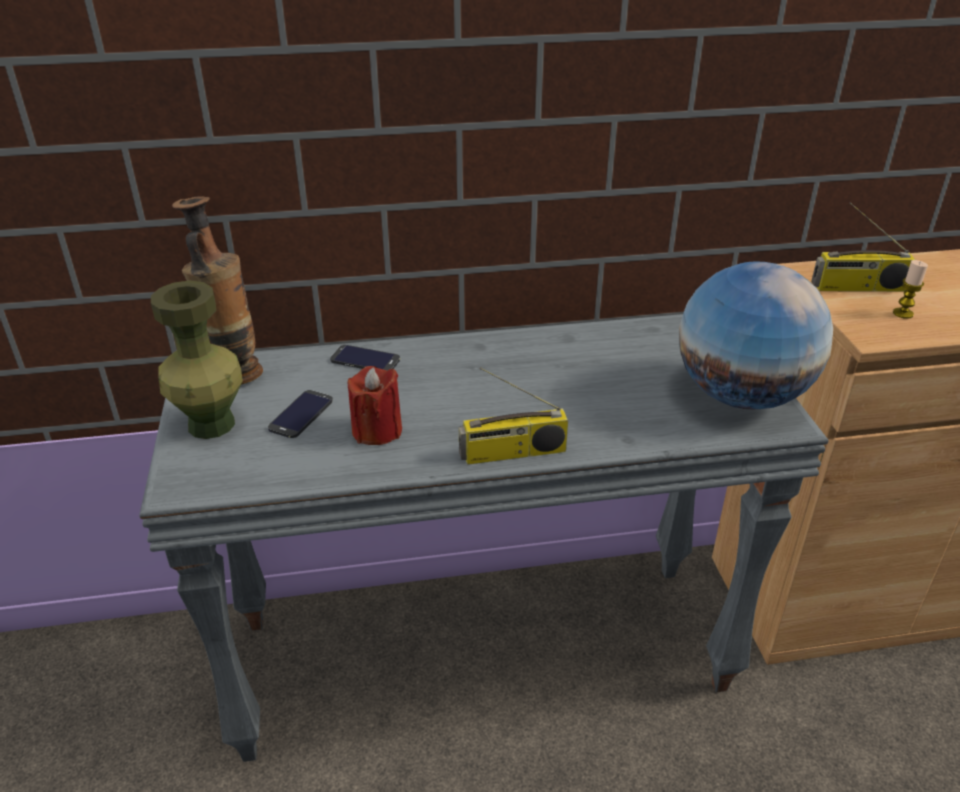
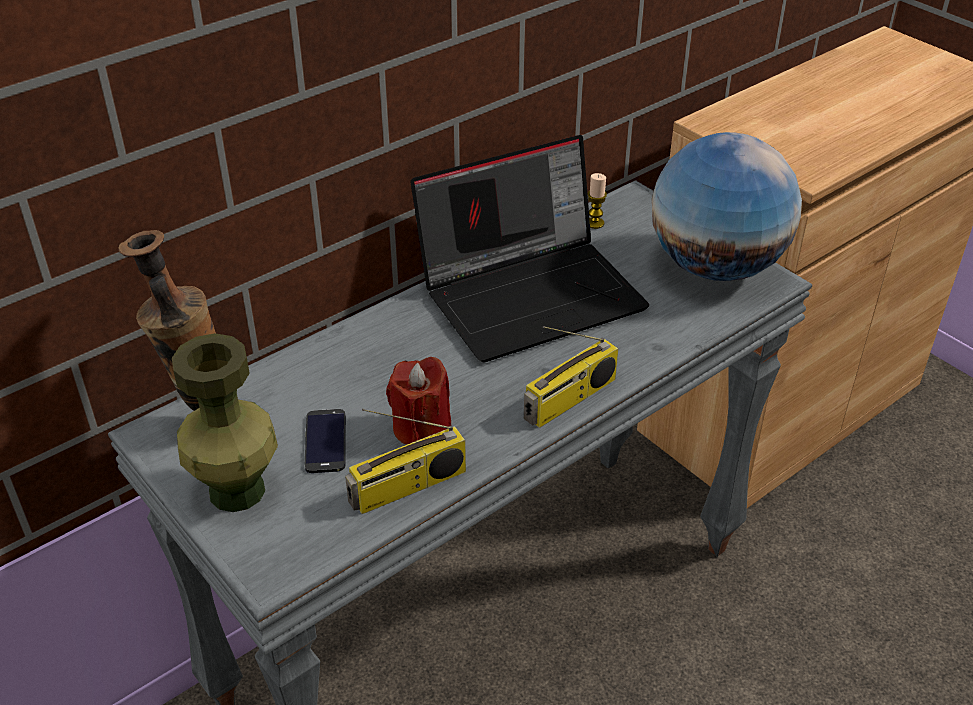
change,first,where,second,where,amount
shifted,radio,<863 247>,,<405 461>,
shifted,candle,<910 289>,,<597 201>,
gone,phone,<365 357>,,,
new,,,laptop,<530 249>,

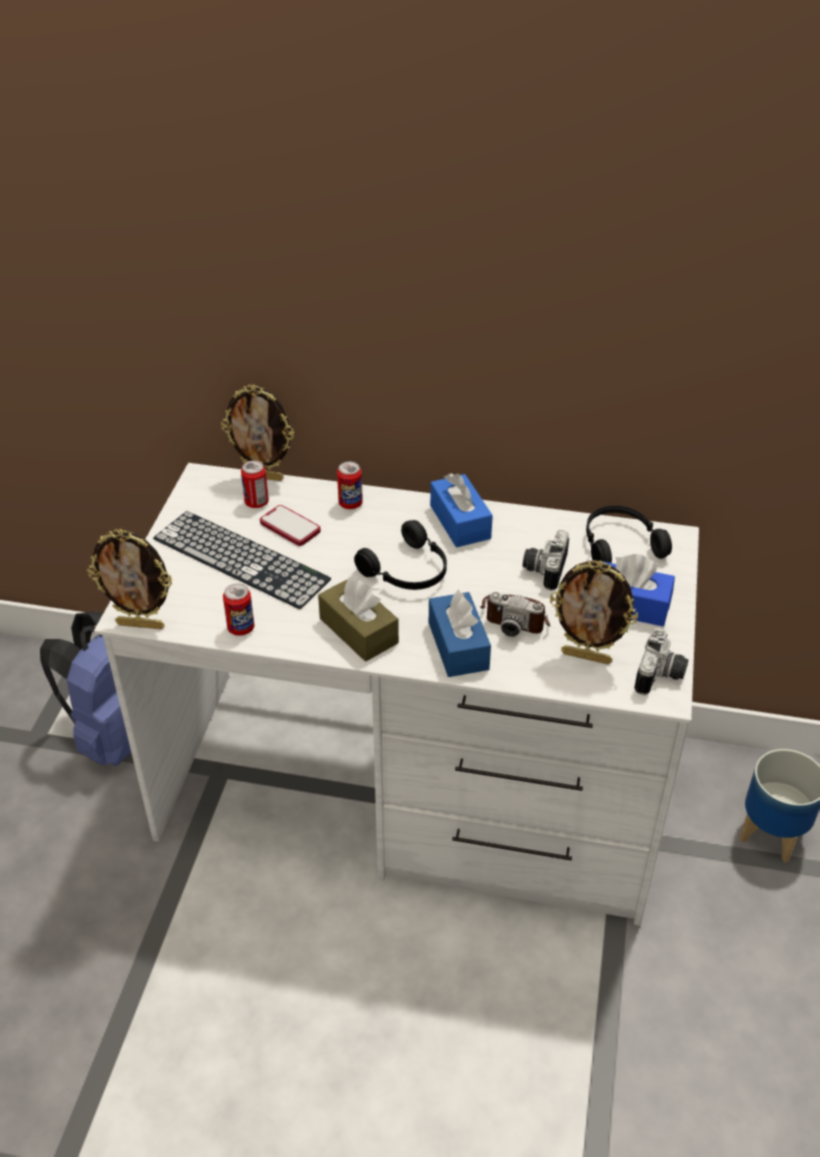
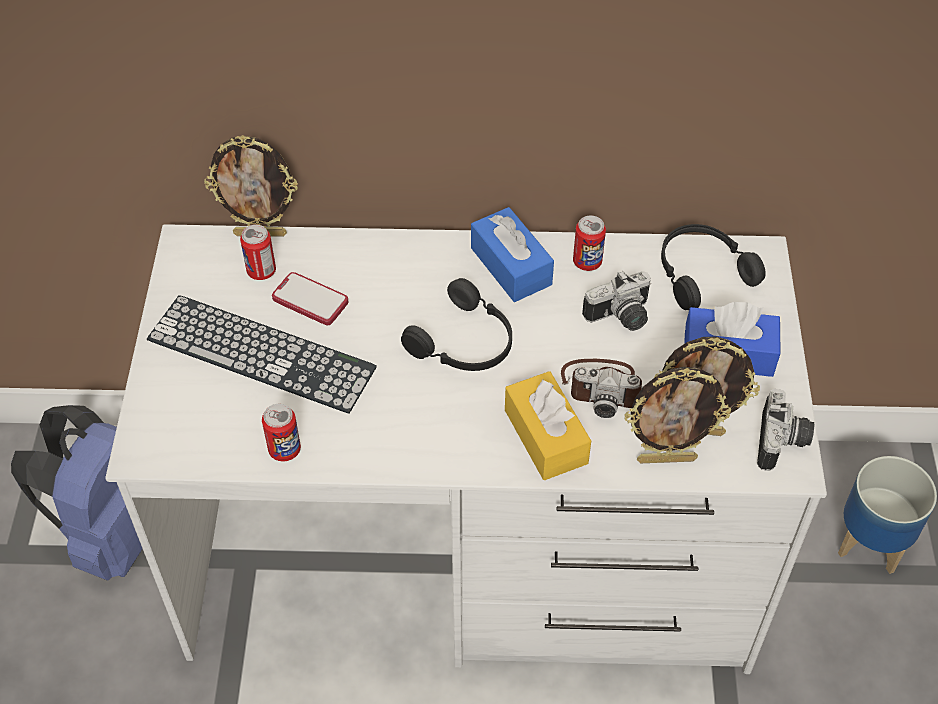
change,first,where,second,where,amount
shifted,can,<350 485>,,<589 243>,
shifted,picture frame,<129 579>,,<677 415>,
rotated,photo camera,<546 560>,,<616 301>,120 degrees counterclockwise
gone,tissue box (brown),<358 618>,,,
repainted,tissue box (blue),<460 633>,tissue box (yellow),<548 425>,

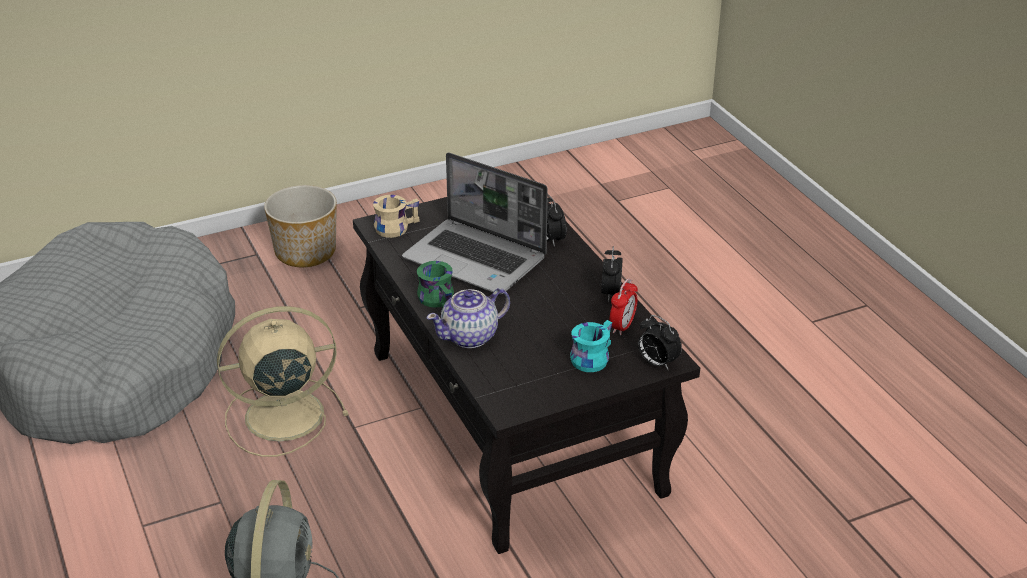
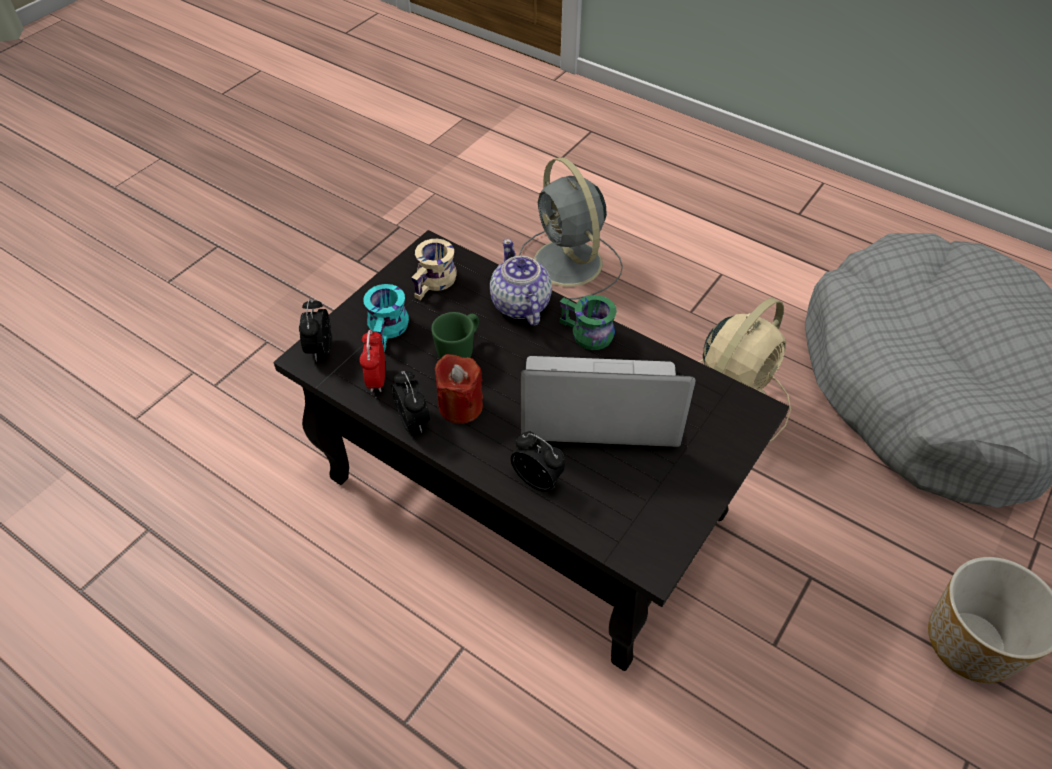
change,first,where,second,where,amount
shifted,mug (beige),<396 216>,,<434 269>,
rotated,teapot,<468 318>,,<521 282>,45 degrees counterclockwise
rotated,alarm clock,<660 342>,,<315 330>,105 degrees counterclockwise
new,,,mug (green),<455 335>,
new,,,candle (red),<458 389>,

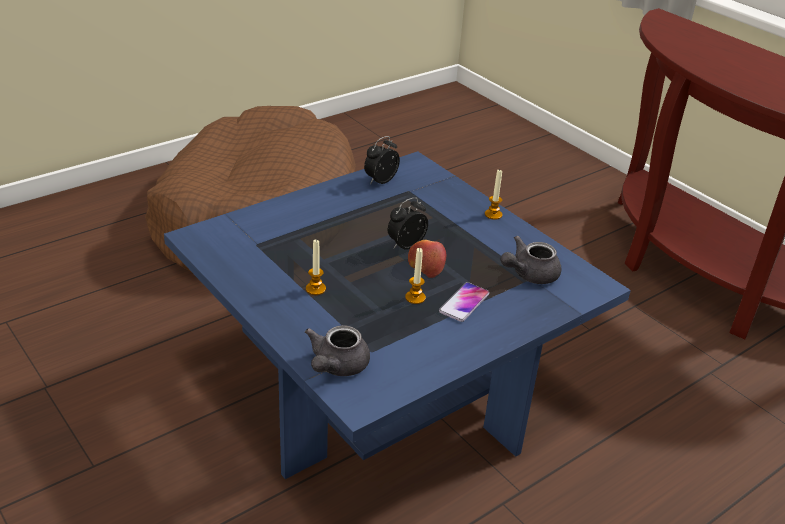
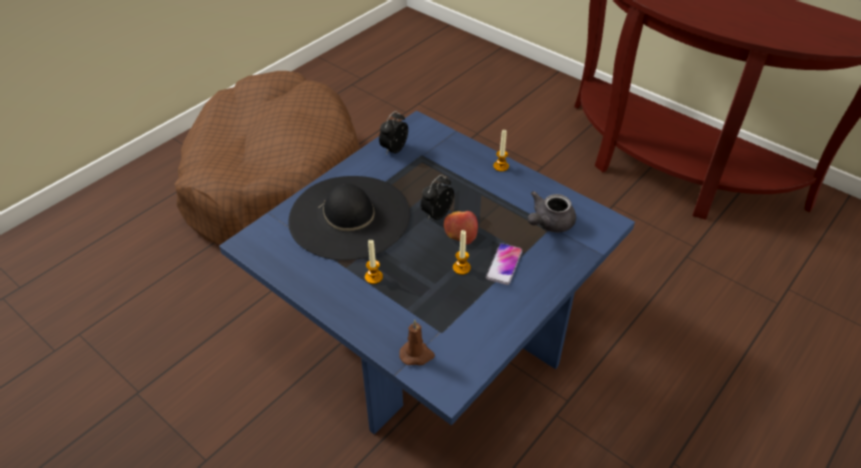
change,first,where,second,where,amount
swapped,teapot (grey),<337 350>,candle (brown),<417 342>,
new,,,hat (black),<349 218>,

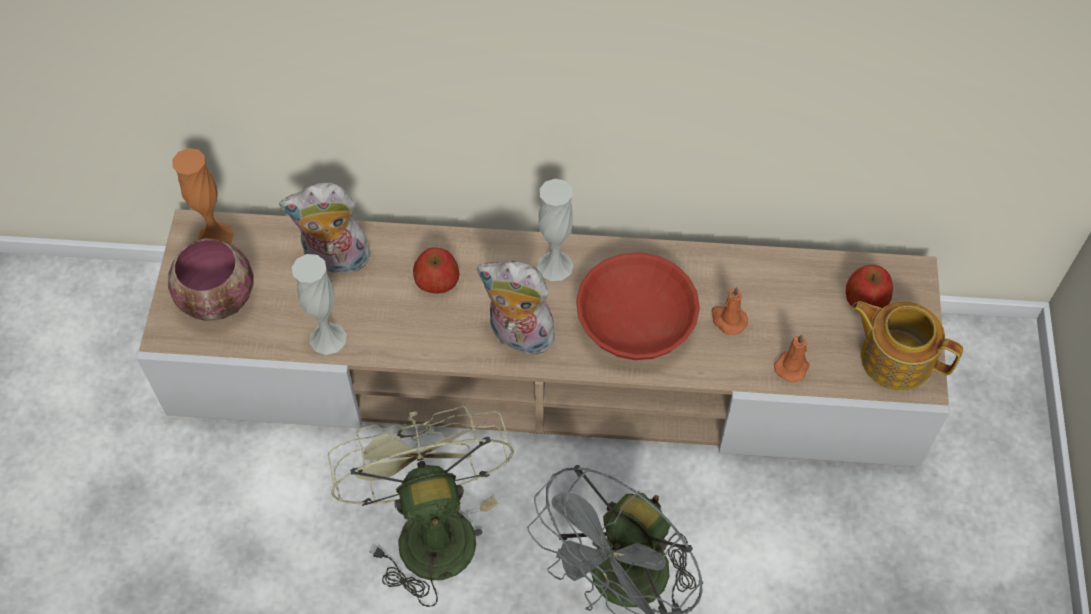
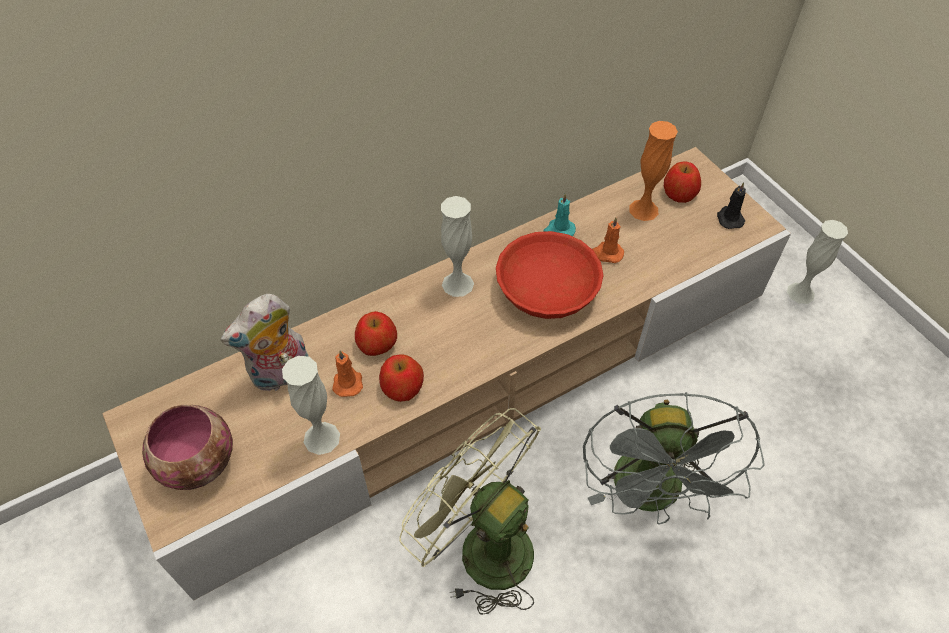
change,first,where,second,where,amount
shifted,vase (orange),<203 196>,,<653 171>,
gone,plush toy,<518 309>,,,
swapped,teapot,<907 345>,candle (black),<731 205>,
shifted,candle (orange),<792 358>,,<347 373>,
new,,,candle (turquoise),<559 214>,
new,,,vase (white),<817 262>,
new,,,apple,<401 378>,

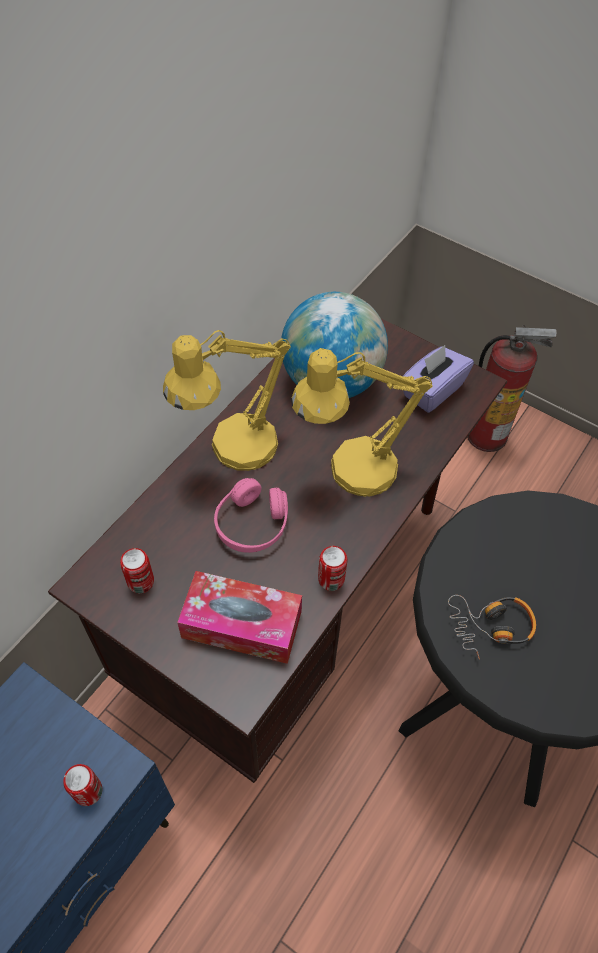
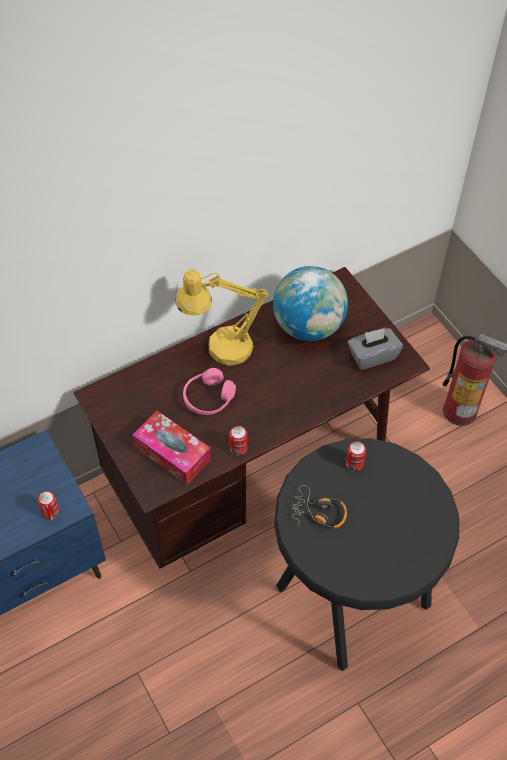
change,first,where,second,where,amount
repainted,tissue box (purple),<438 379>,tissue box (grey),<375 349>,
gone,table lamp (yellow),<362 422>,,,
shifted,can,<137 570>,,<356 456>,

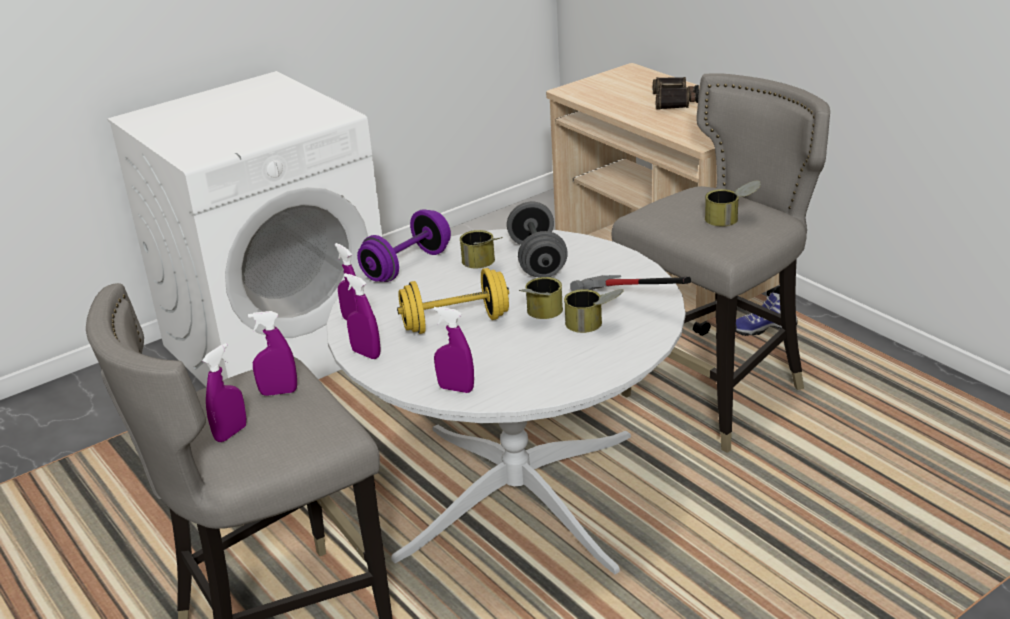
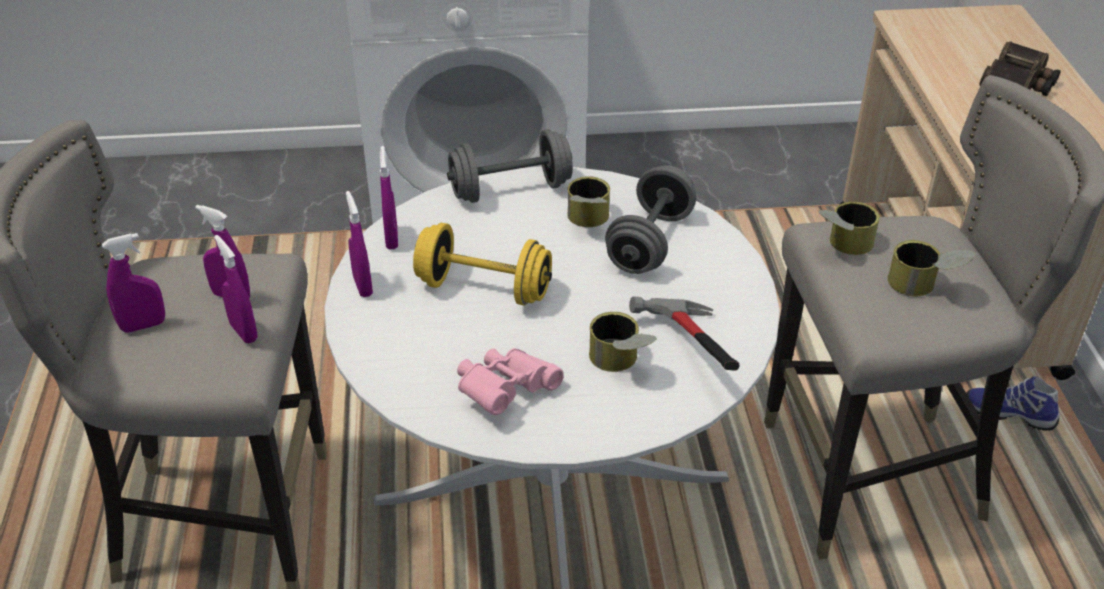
change,first,where,second,where,amount
repainted,dumbbell (purple),<404 245>,dumbbell (grey),<510 166>,
shifted,can,<541 298>,,<849 228>,
shifted,spray bottle (purple),<453 350>,,<236 289>,
new,,,binoculars (pink),<510 381>,

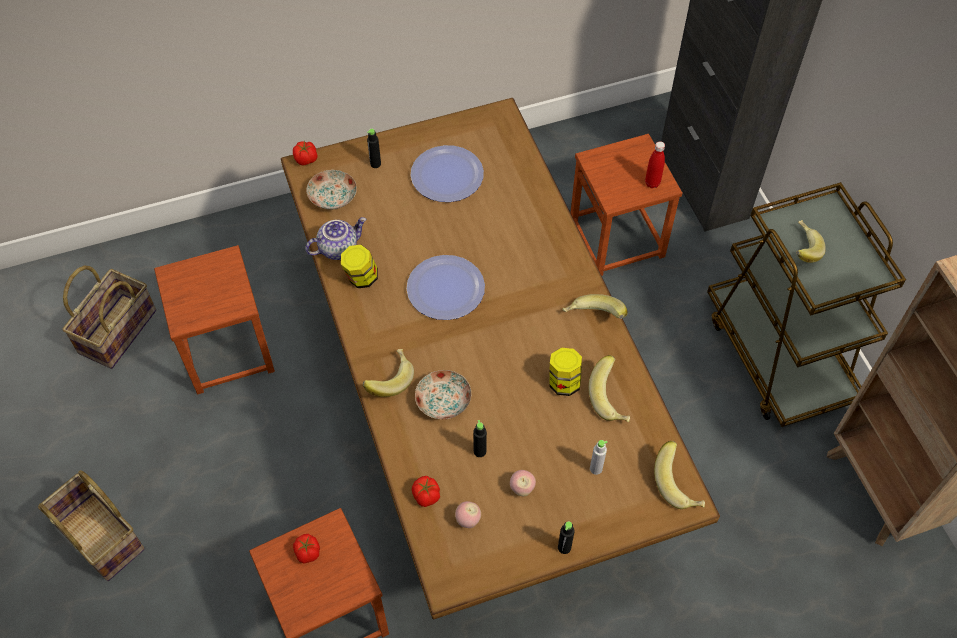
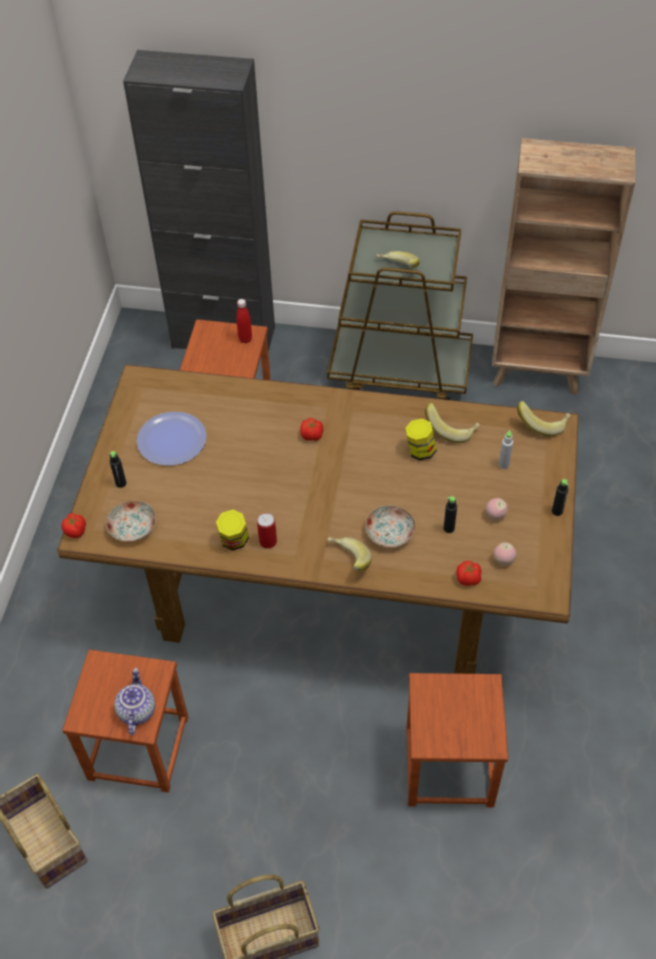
change,first,where,second,where,amount
shifted,teapot,<335 238>,,<134 701>,
gone,plate,<446 287>,,,
gone,banana,<595 306>,,,
shifted,tomato,<306 549>,,<312 429>,
new,,,can,<267 531>,

